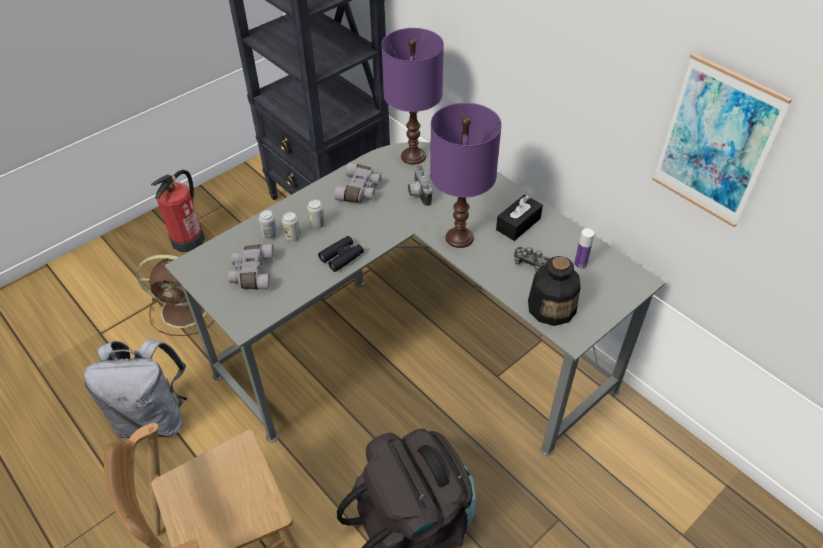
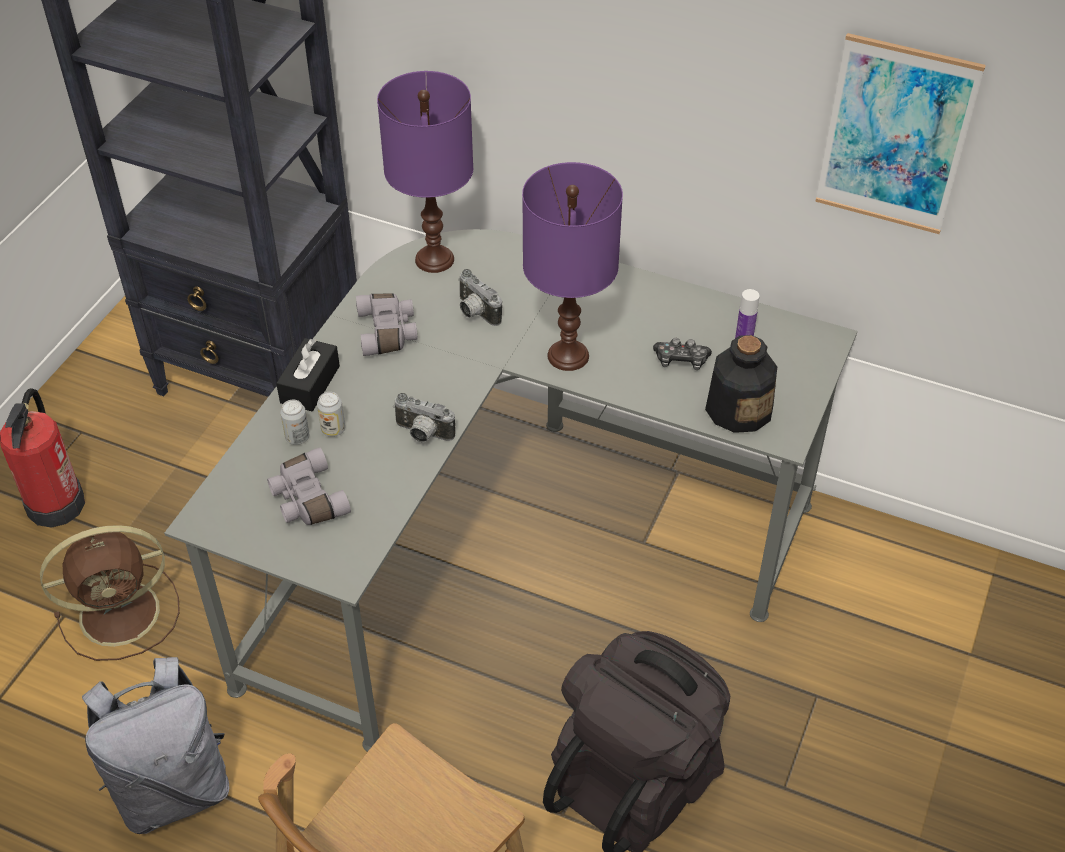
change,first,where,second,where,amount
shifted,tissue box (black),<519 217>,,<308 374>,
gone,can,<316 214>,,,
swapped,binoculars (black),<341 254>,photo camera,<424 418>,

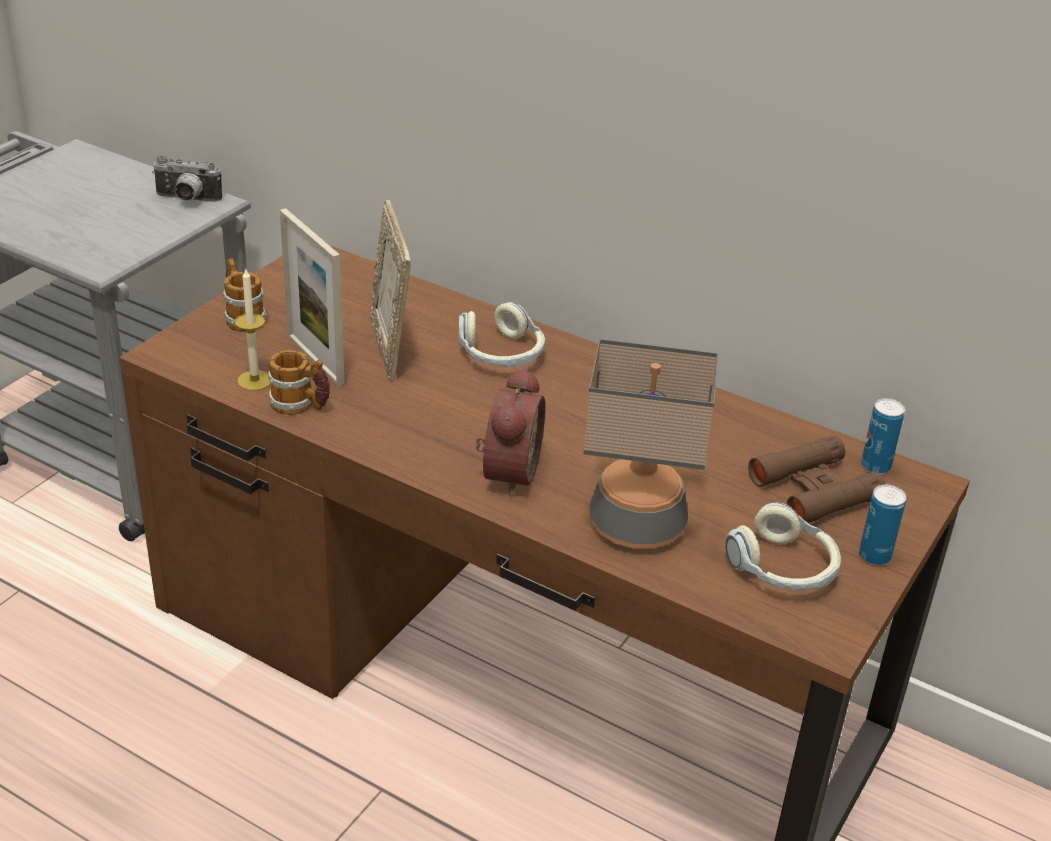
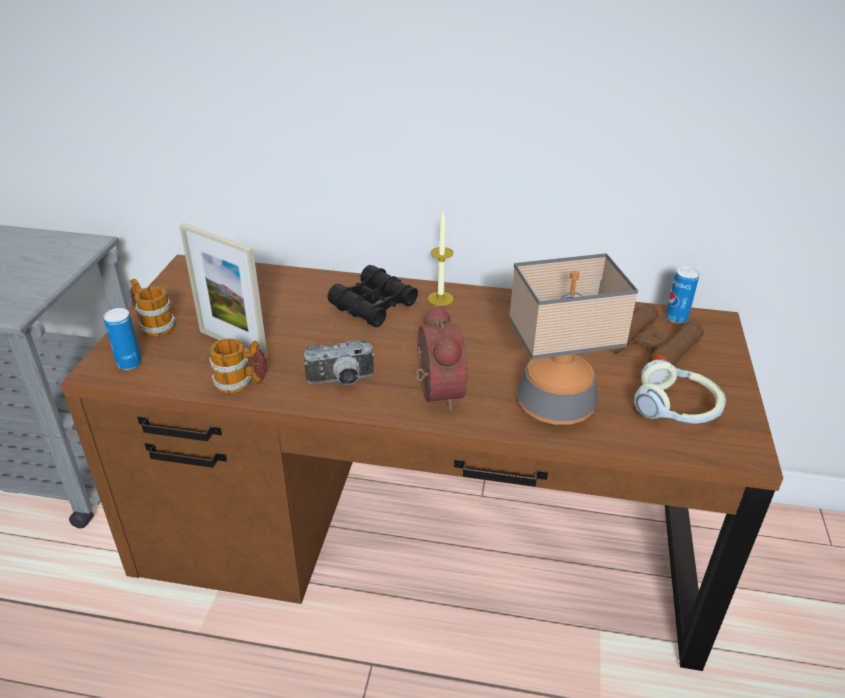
change,first,where,second,where,amount
shifted,photo camera,<187 179>,,<339 362>,
gone,picture frame,<390 290>,,,
shifted,candle,<253 330>,,<440 259>,
swapped,headphones,<502 334>,binoculars (black),<372 296>,
shifted,can,<882 525>,,<122 339>,

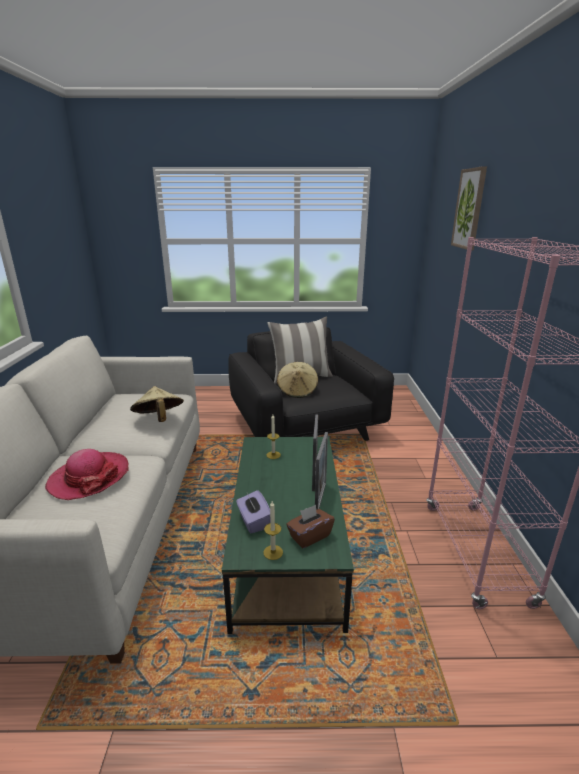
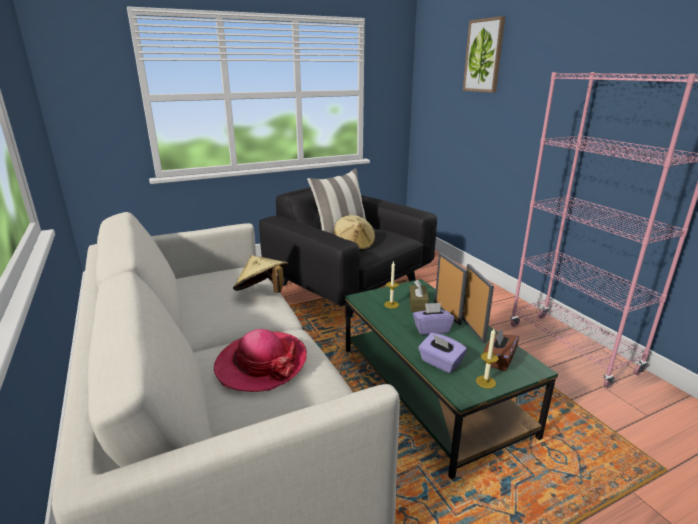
change,first,where,second,where,amount
new,,,tissue box (brown),<419 296>,
new,,,tissue box (purple),<433 319>,

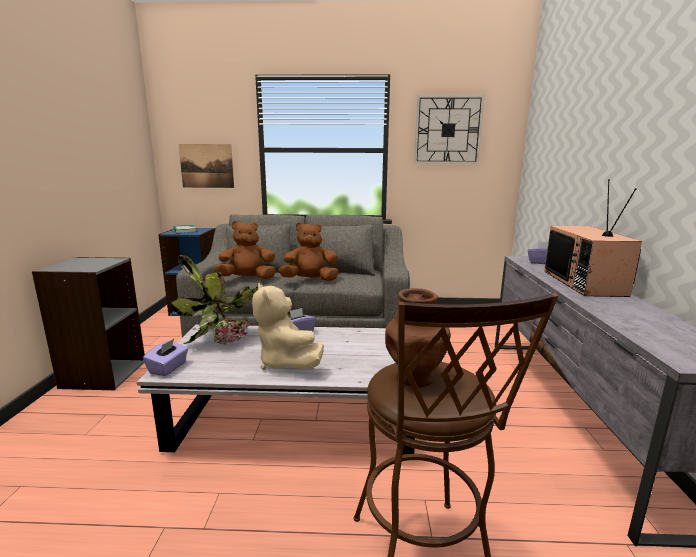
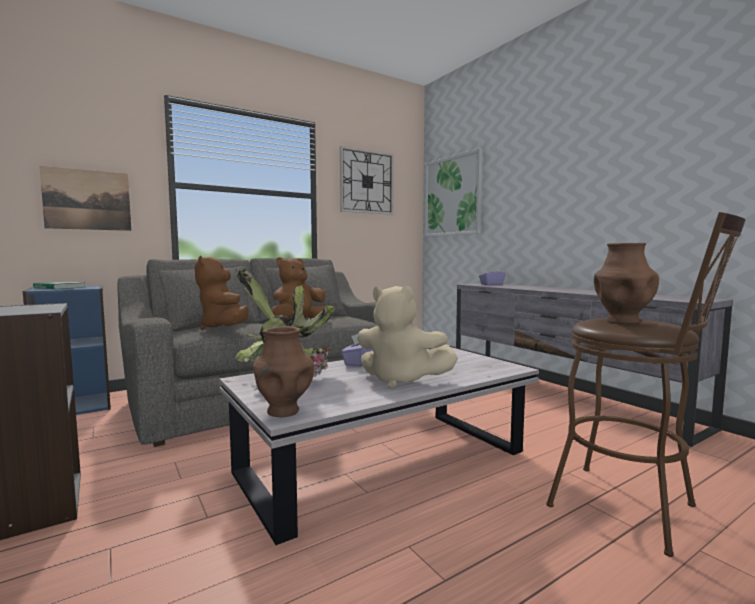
change,first,where,second,where,amount
gone,television,<593 238>,,,
rotated,plush toy (brown),<244 250>,,<222 292>,60 degrees counterclockwise
swapped,tissue box (purple),<165 357>,vase (brown),<283 371>,
new,,,picture,<454 192>,

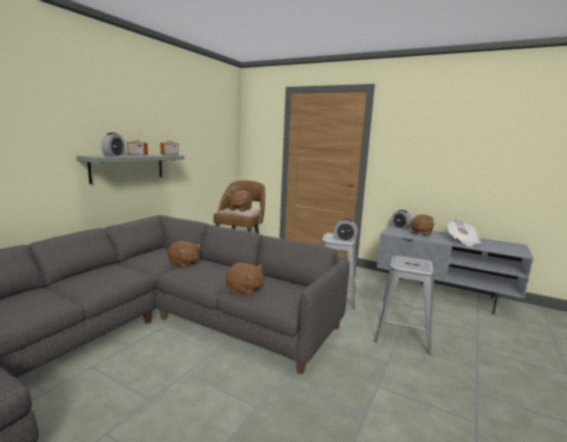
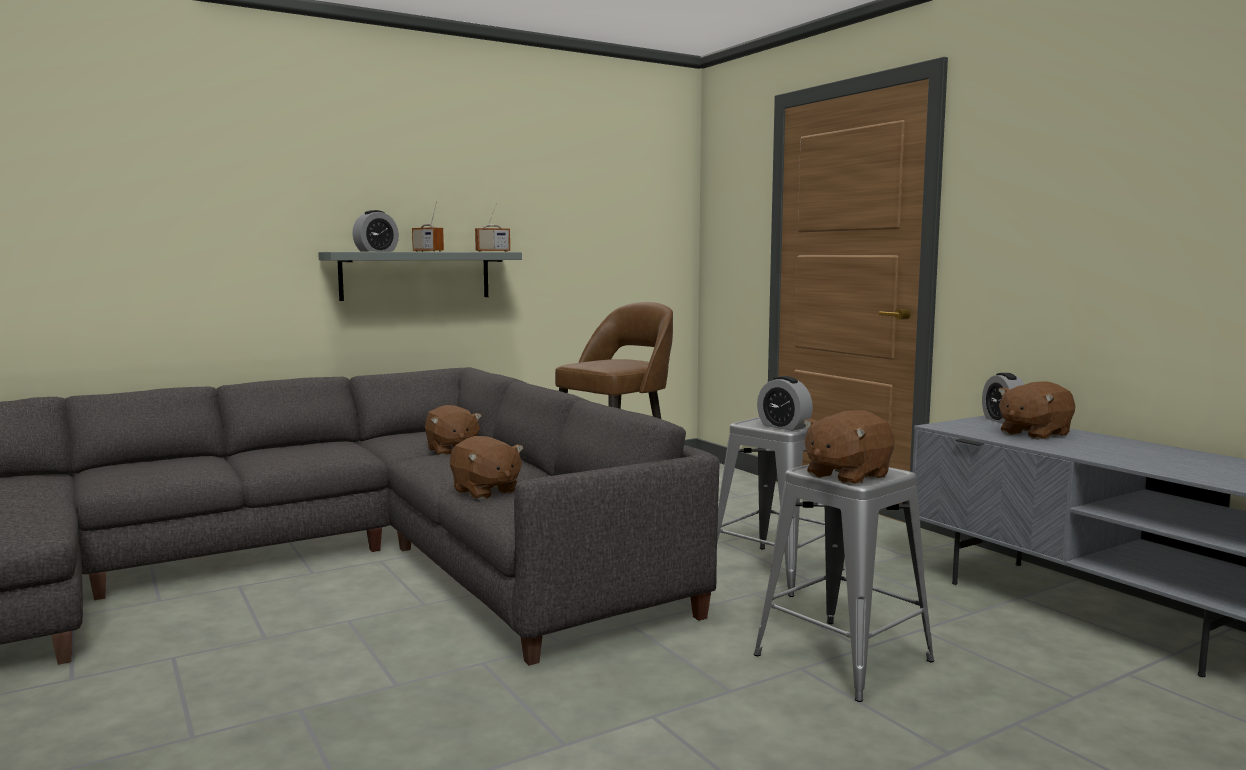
change,first,where,second,where,amount
shifted,plush toy (brown),<240 201>,,<849 447>,
gone,newspaper,<464 233>,,,

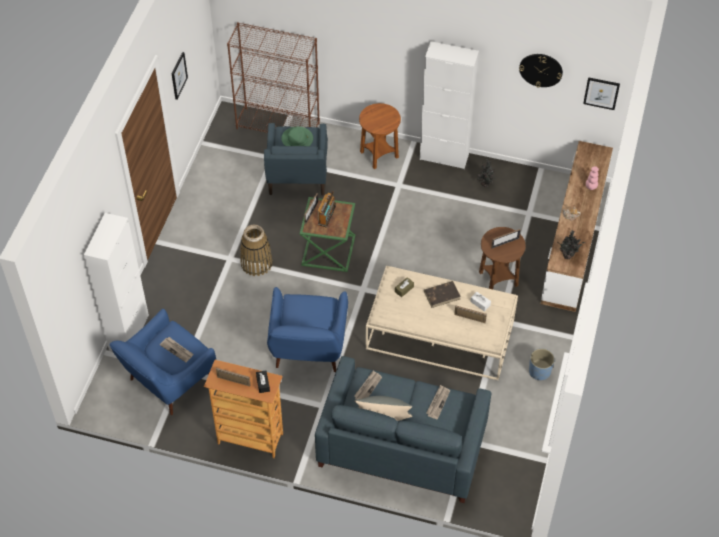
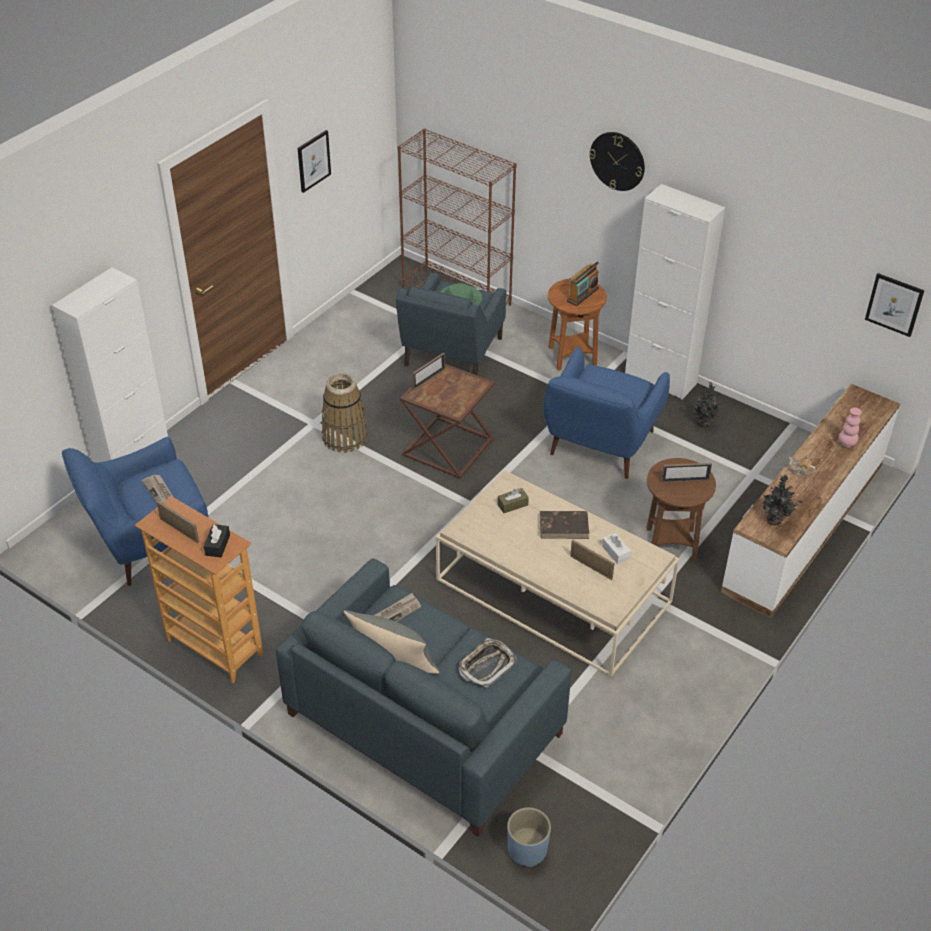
change,first,where,second,where,amount
shifted,wall clock,<541 71>,,<617 161>,
shifted,radio,<326 209>,,<583 283>,
repainted,side table (green),<327 234>,side table (brown),<447 421>,
shifted,armchair (blue),<307 329>,,<606 413>,
shifted,planter (blue),<542 364>,,<529 837>,
swapped,newspaper,<438 402>,tray,<488 663>,

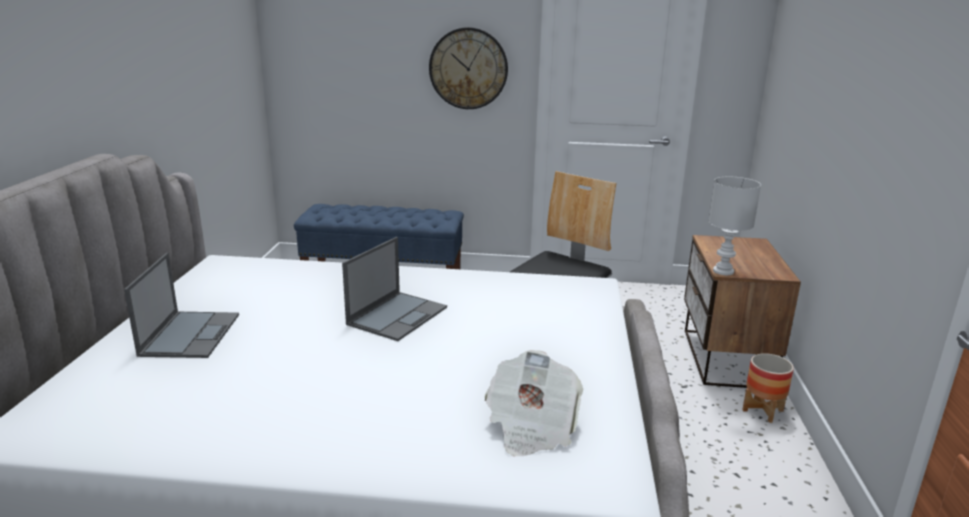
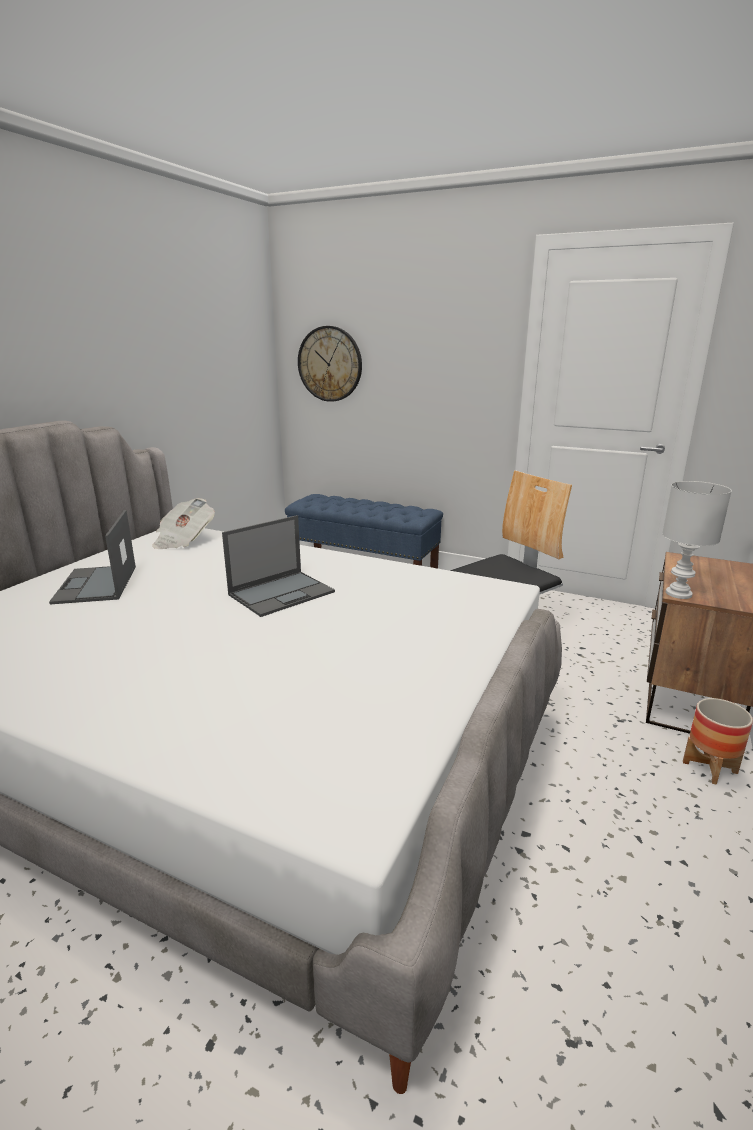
change,first,where,second,where,amount
shifted,wall clock,<468 68>,,<330 364>,
rotated,laptop,<181 305>,,<92 557>,150 degrees clockwise
shifted,newspaper,<534 403>,,<183 523>,

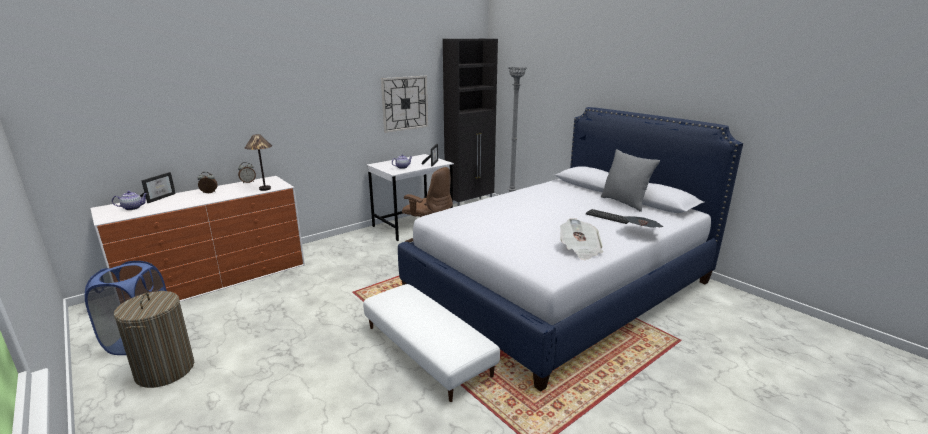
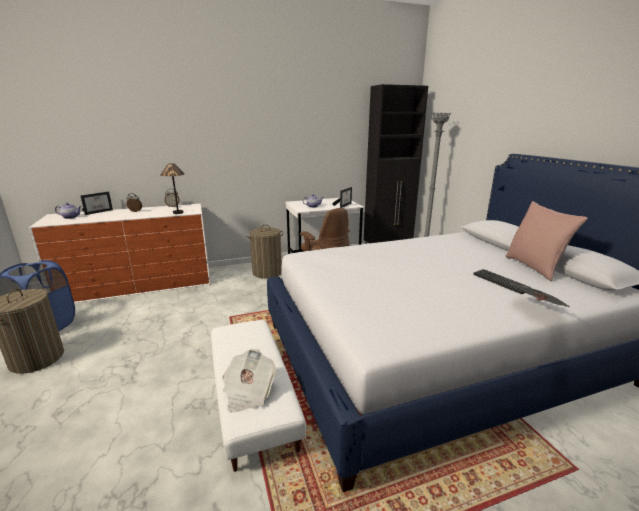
change,first,where,second,where,amount
gone,wall clock,<404 104>,,,
repainted,pillow (grey),<630 180>,pillow (pink),<546 241>,
shifted,newspaper,<581 239>,,<249 380>,
new,,,laundry basket,<265 251>,

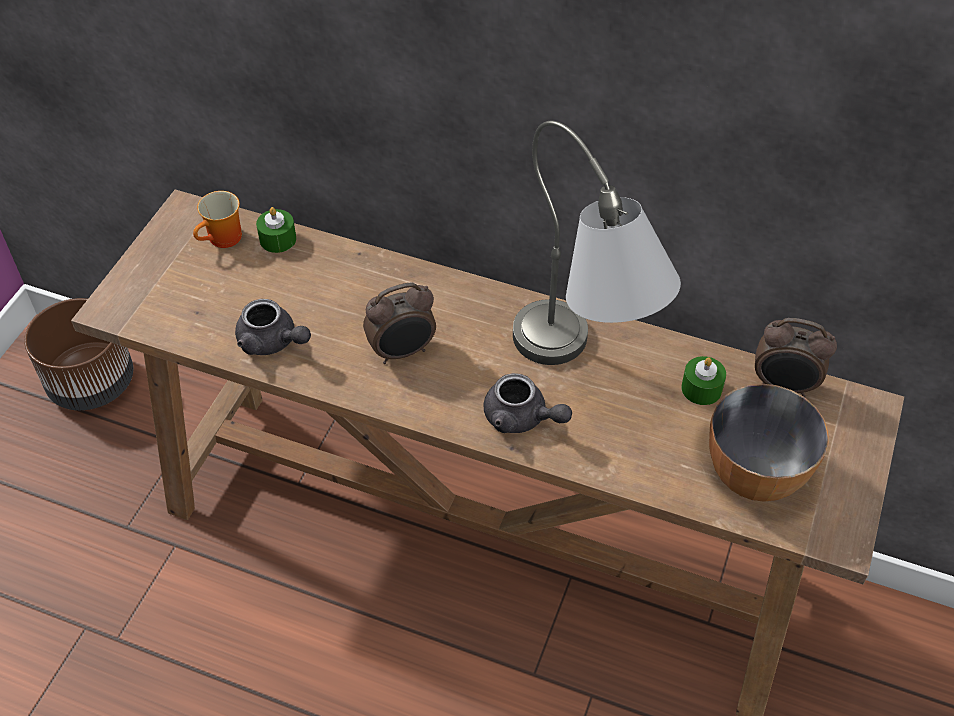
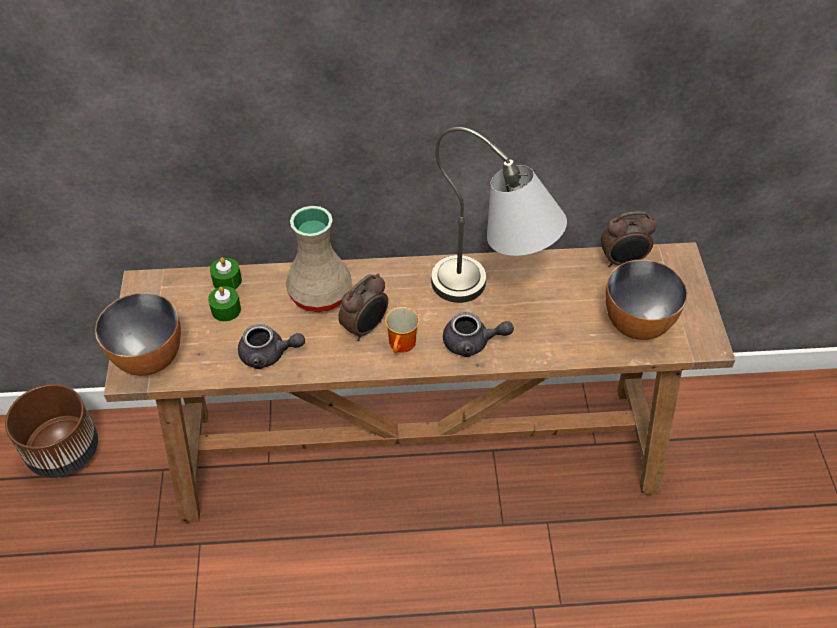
change,first,where,second,where,amount
shifted,mug,<217 219>,,<402 329>,
shifted,candle (green),<703 380>,,<224 304>,
new,,,vase (beige),<319 259>,
new,,,bowl,<138 334>,

